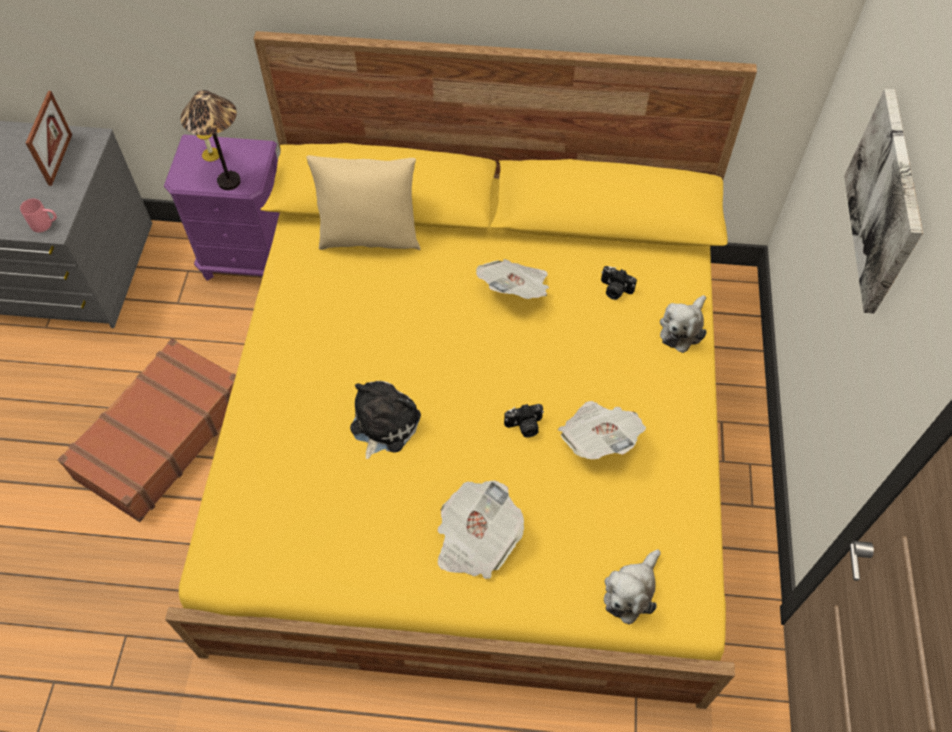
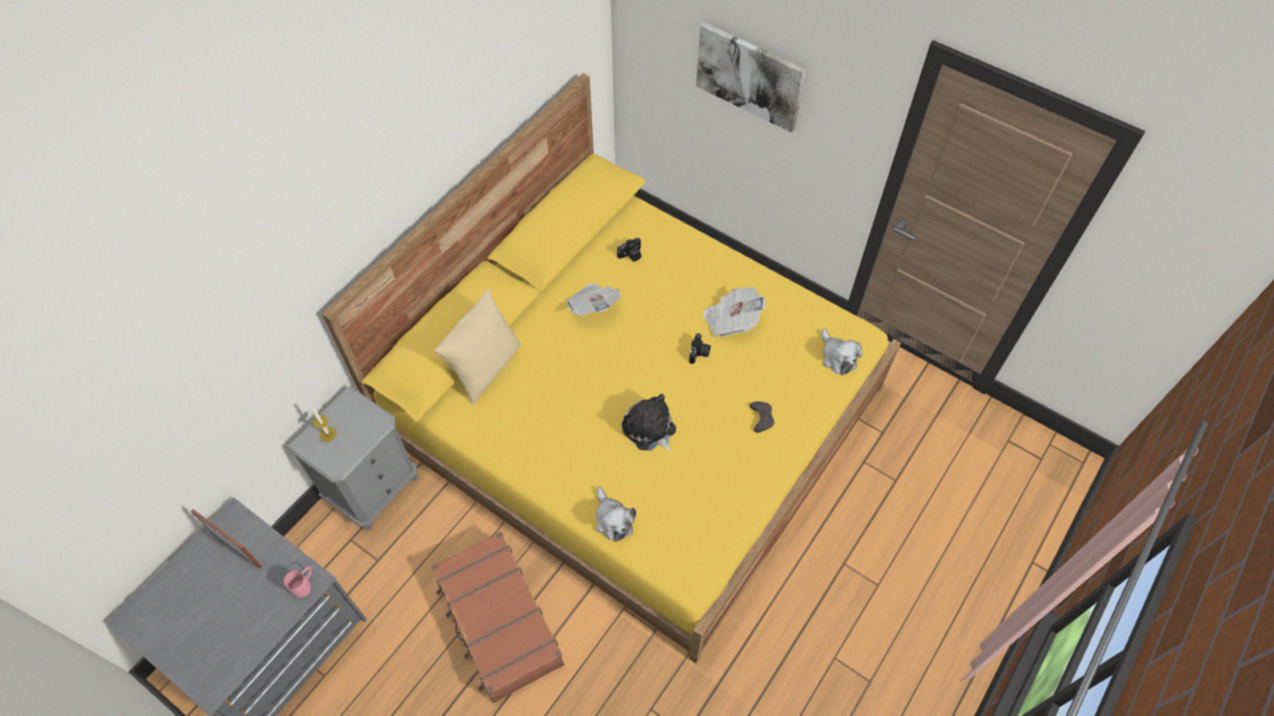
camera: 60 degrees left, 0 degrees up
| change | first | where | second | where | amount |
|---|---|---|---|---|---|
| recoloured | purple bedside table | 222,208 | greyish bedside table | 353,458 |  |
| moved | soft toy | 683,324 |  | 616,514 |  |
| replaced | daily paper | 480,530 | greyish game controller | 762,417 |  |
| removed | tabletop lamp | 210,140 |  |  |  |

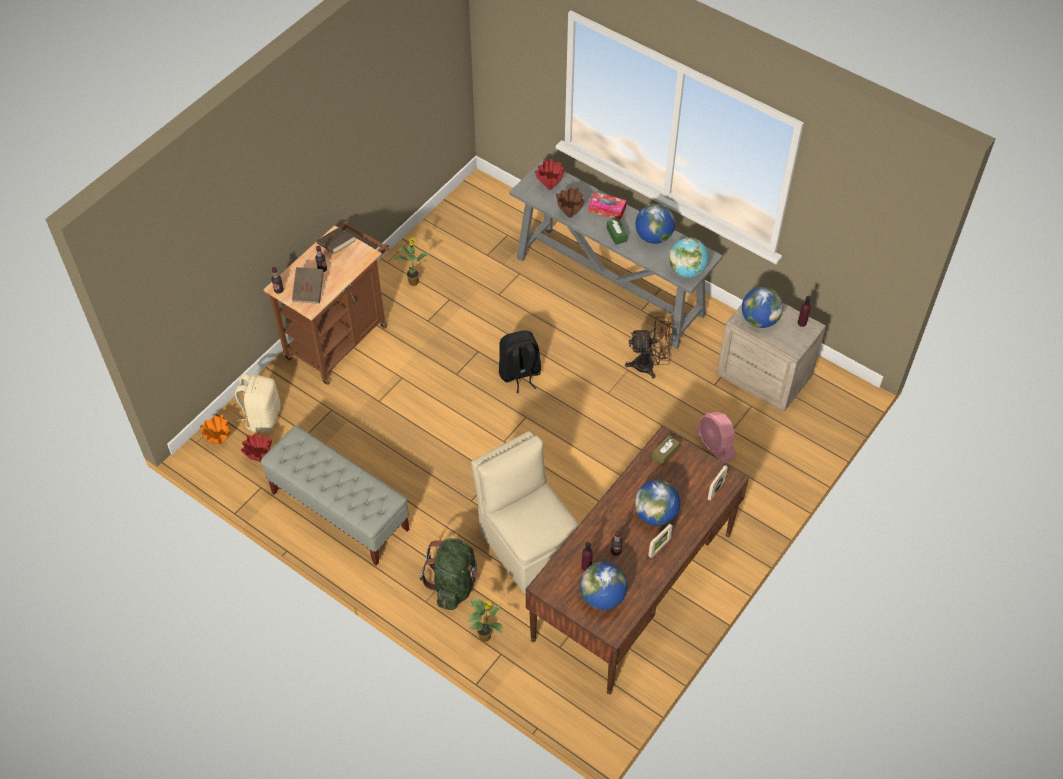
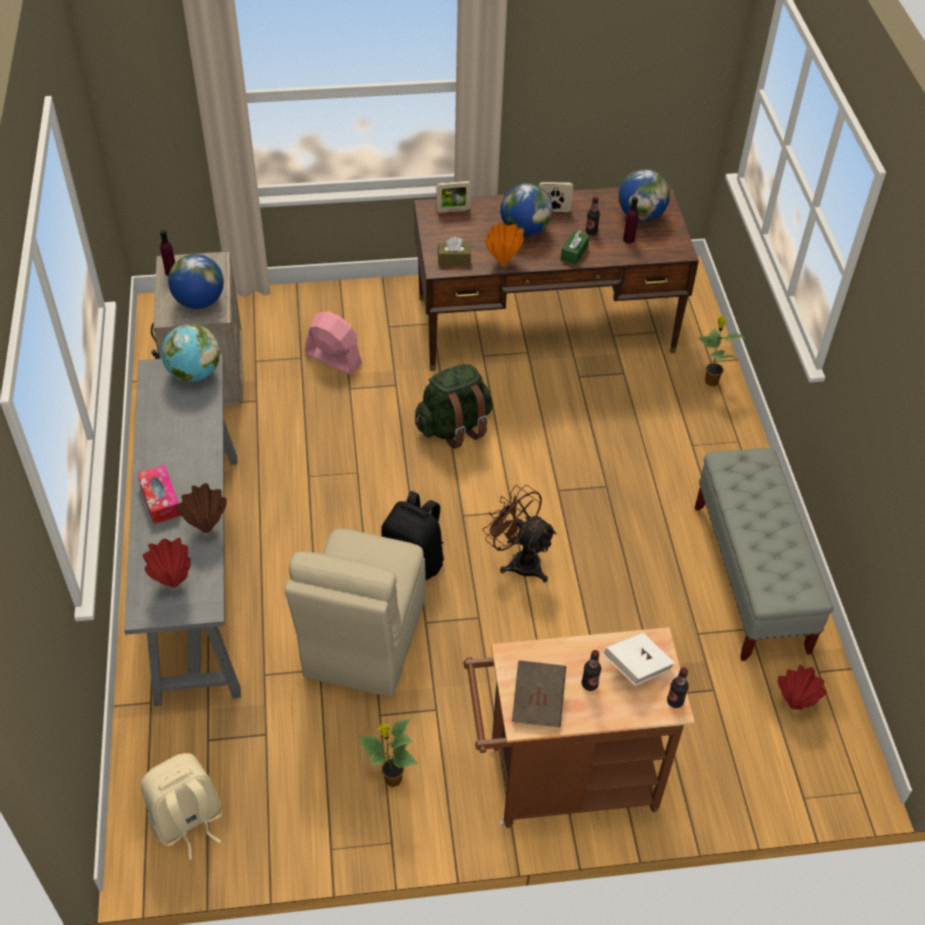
camera: 135 degrees left, 5 degrees down
| change | first | where | second | where | amount |
|---|---|---|---|---|---|
| moved | sand-coloured backpack | 257,403 |  | 181,806 |  |
| moved | sand-coloured chair | 525,512 |  | 355,612 |  |
| turned | pink cooling fan | 715,438 |  | 333,342 | 75 degrees counterclockwise |
| moved | green backpack | 450,574 |  | 454,406 |  |
| moved | brownish cooling fan | 648,348 |  | 519,533 |  |
| moved | orangey vase | 215,430 |  | 504,243 |  |
| moved | green tissue holder | 617,231 |  | 575,247 |  |
| recoloured | brownish bound book | 308,285 | white-coloured bound book | 639,659 |  |
| removed | desk globe | 655,224 |  |  |  |

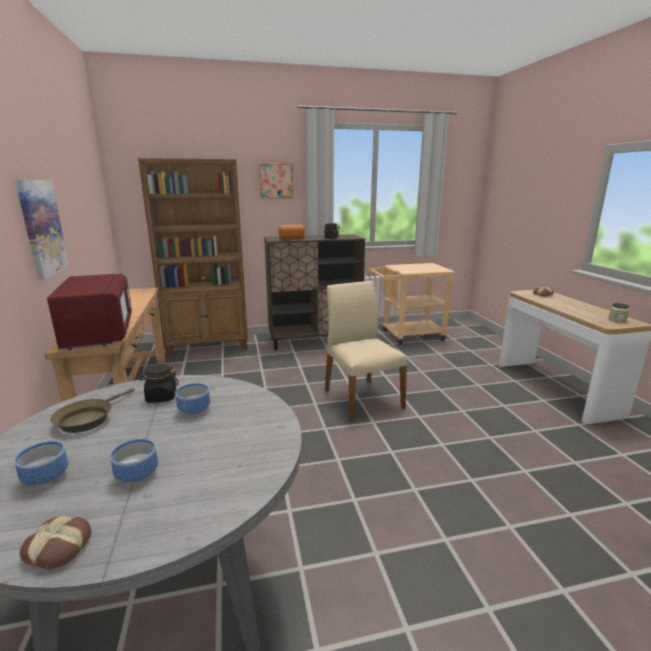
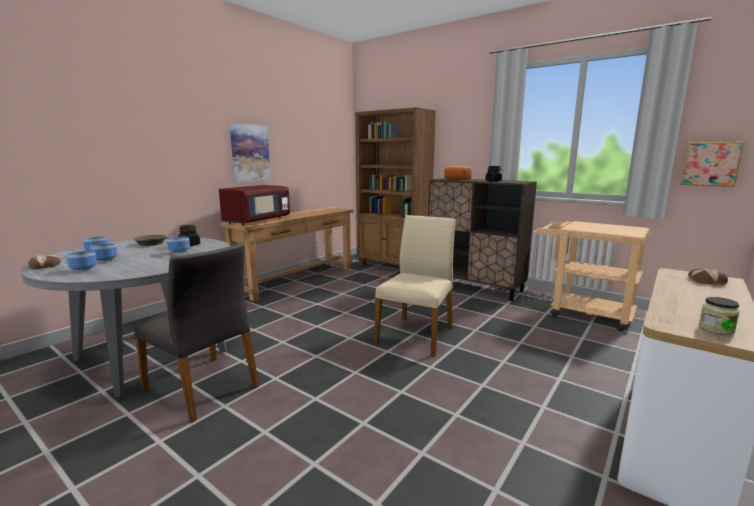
camera: 50 degrees right, 5 degrees down
| change | first | where | second | where | amount |
|---|---|---|---|---|---|
| added |  |  | bowl | 81,261 |  |
| added |  |  | greyish chair | 196,333 |  |
| moved | picture | 276,180 |  | 712,164 |  |

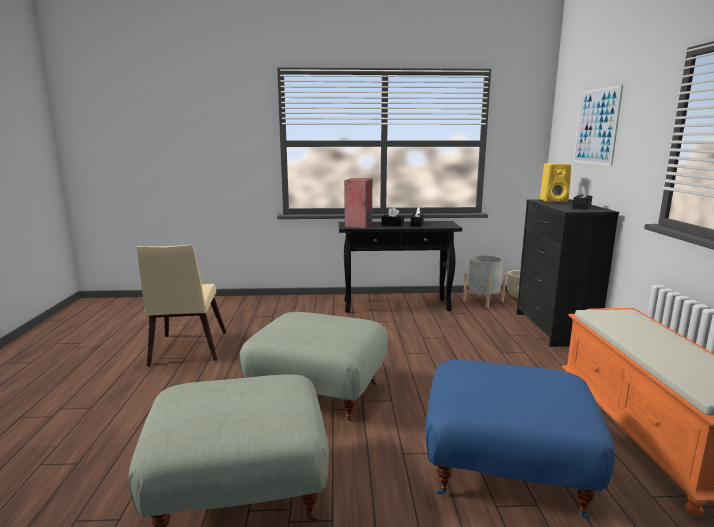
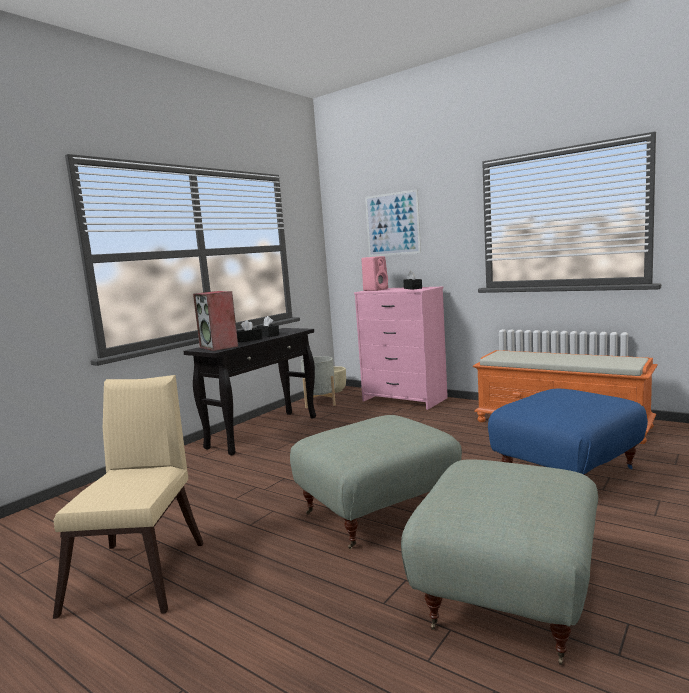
camera: 50 degrees left, 5 degrees down
| change | first | where | second | where | amount |
|---|---|---|---|---|---|
| turned | sand-coloured chair | 181,305 |  | 128,497 | 120 degrees counterclockwise |
| recoloured | black chest of drawers | 567,273 | pink chest of drawers | 401,348 |  |
| recoloured | yellowish speaker | 555,182 | pink speaker | 374,273 |  |

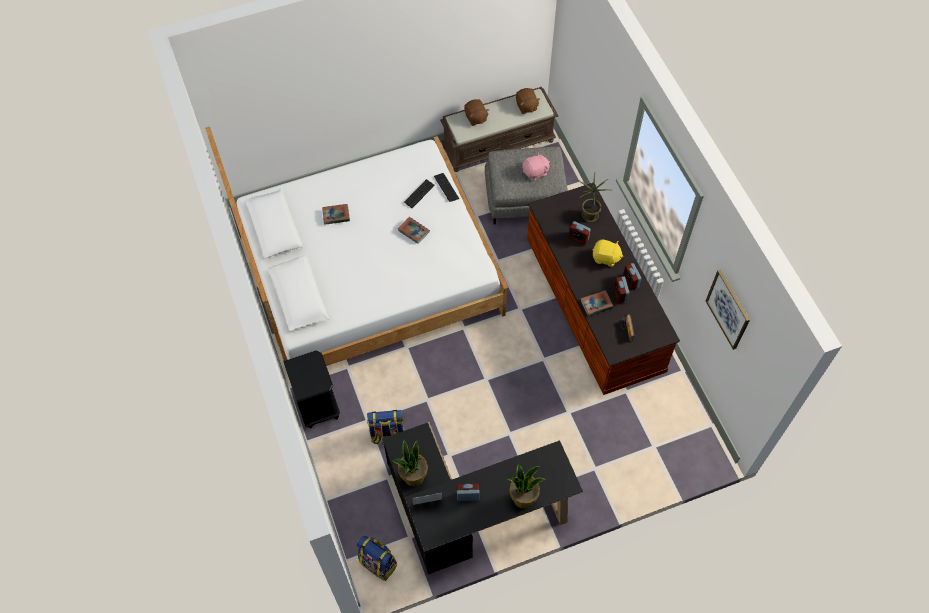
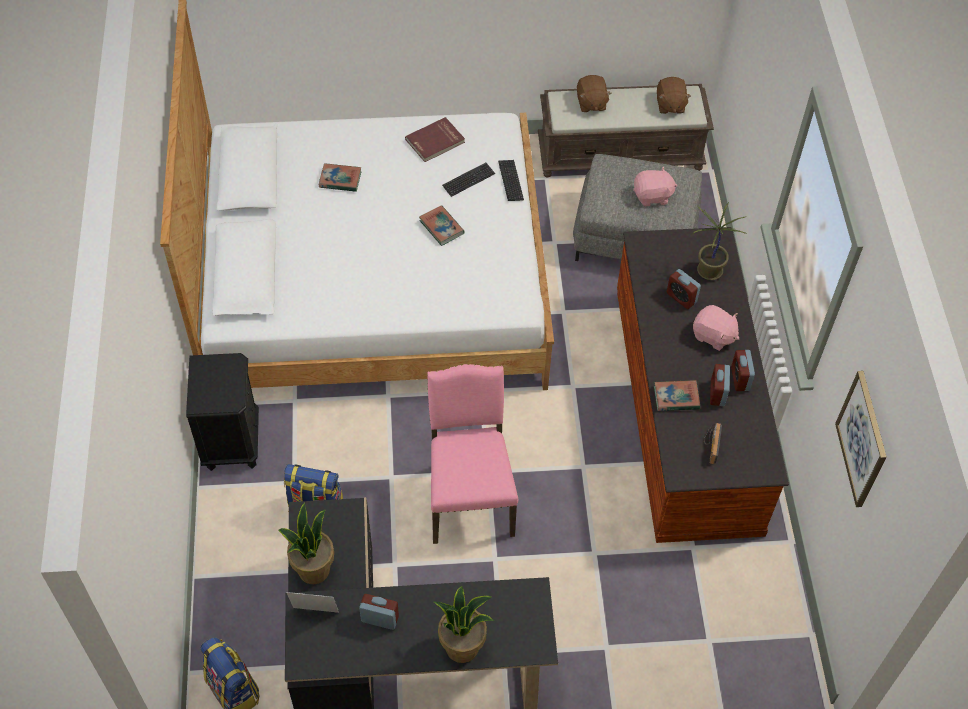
camera: 15 degrees right, 5 degrees down
| change | first | where | second | where | amount |
|---|---|---|---|---|---|
| added |  |  | red bound book | 435,139 |  |
| added |  |  | pink chair | 472,454 |  |
| recoloured | yellowish soft toy | 607,253 | pink soft toy | 716,328 |  |

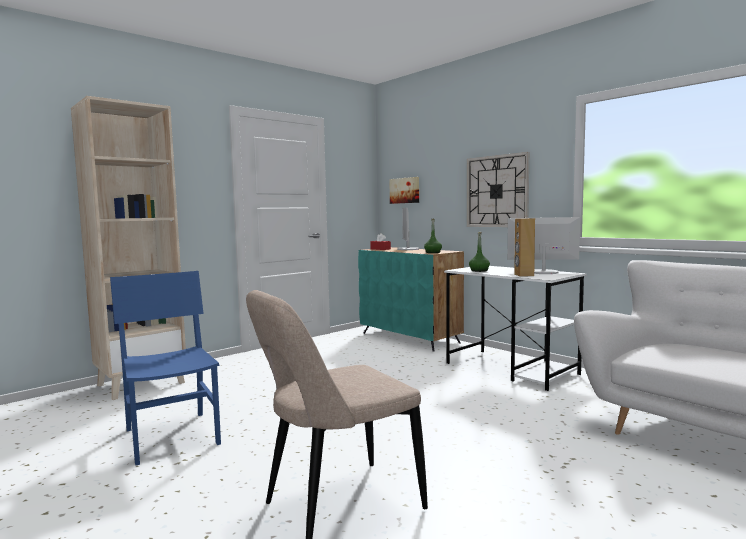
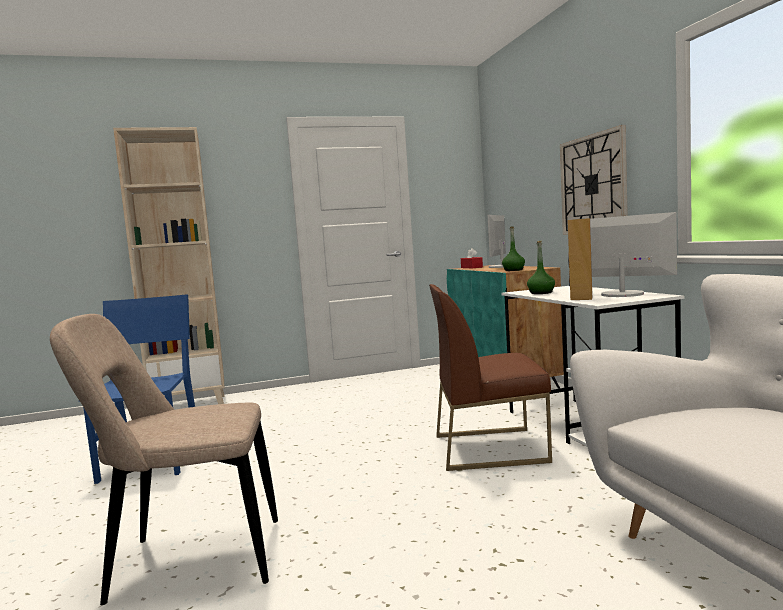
camera: 25 degrees right, 0 degrees up
| change | first | where | second | where | amount |
|---|---|---|---|---|---|
| added |  |  | brownish chair | 490,377 |  |
| removed | picture | 404,190 |  |  |  |

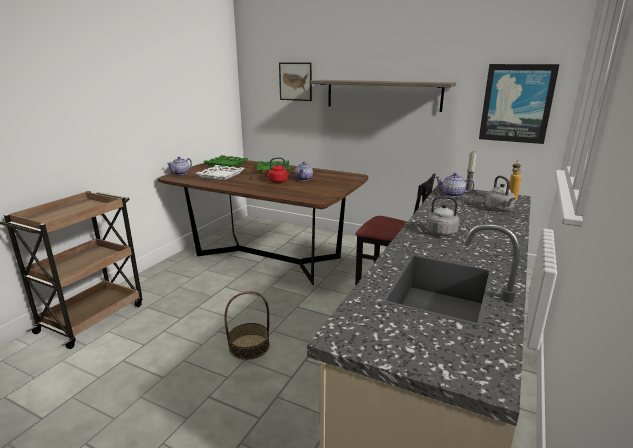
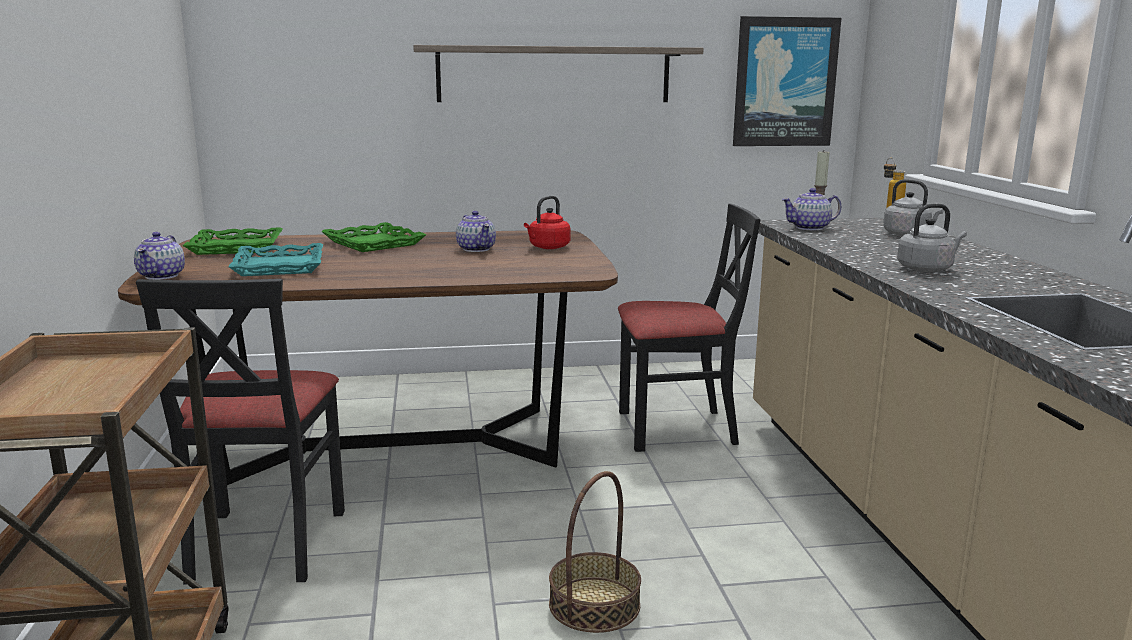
camera: 35 degrees left, 5 degrees down
| change | first | where | second | where | amount |
|---|---|---|---|---|---|
| added |  |  | black chair | 240,431 |  |
| recoloured | white-coloured serving tray | 220,172 | turquoise serving tray | 275,259 |  |
| moved | red water kettle | 275,170 |  | 547,222 |  |
| removed | picture | 295,82 |  |  |  |

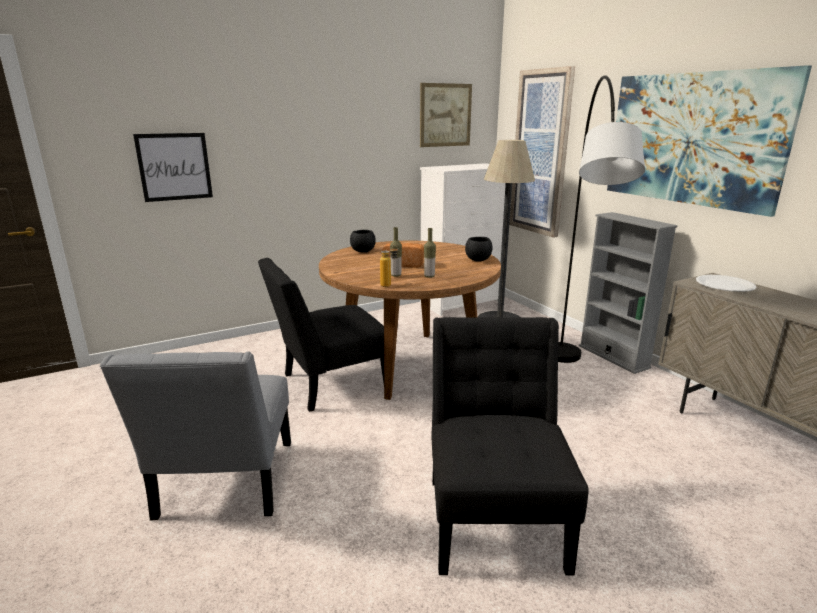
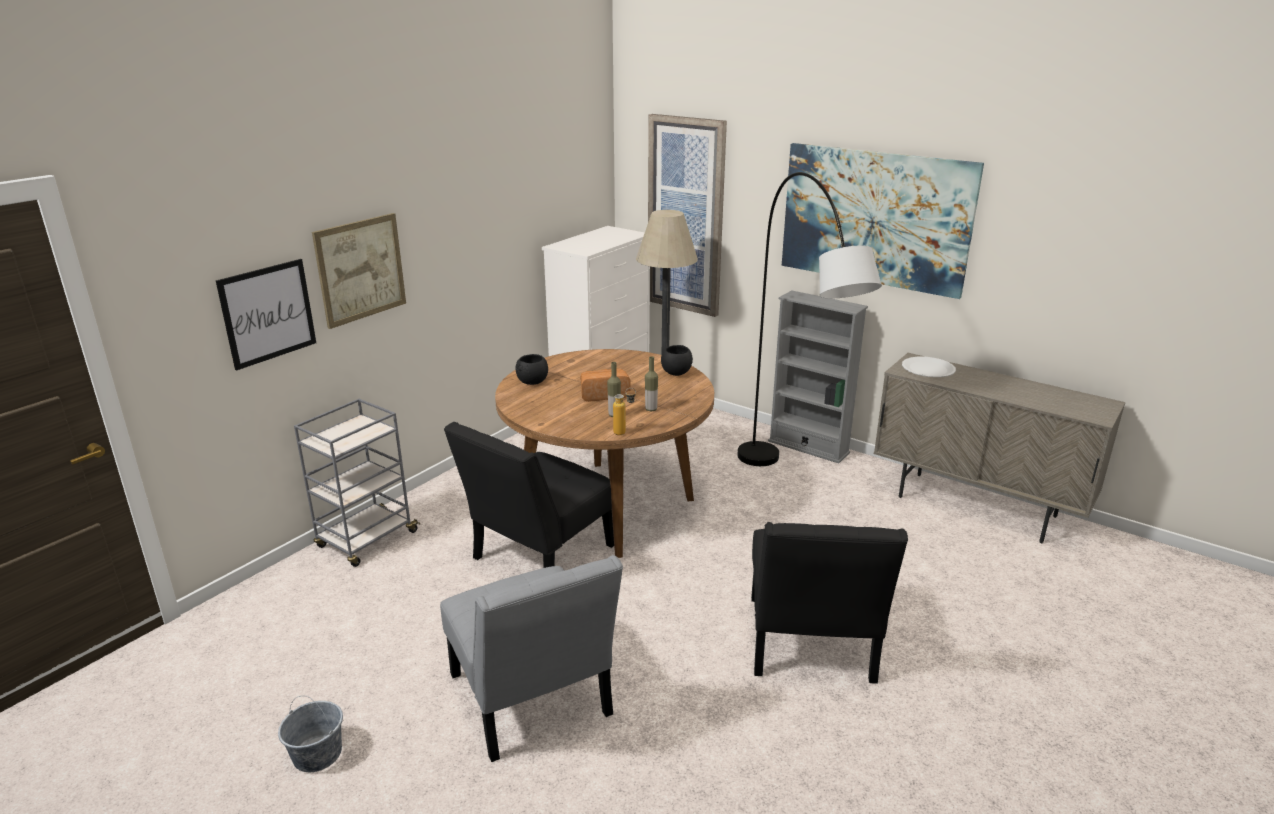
camera: 25 degrees left, 5 degrees up
| change | first | where | second | where | amount |
|---|---|---|---|---|---|
| added |  |  | greyish pail | 310,734 |  |
| added |  |  | greyish trolley | 357,483 |  |
| moved | picture | 446,115 |  | 359,271 |  |
| turned | black chair | 510,446 |  | 829,603 | 150 degrees counterclockwise |

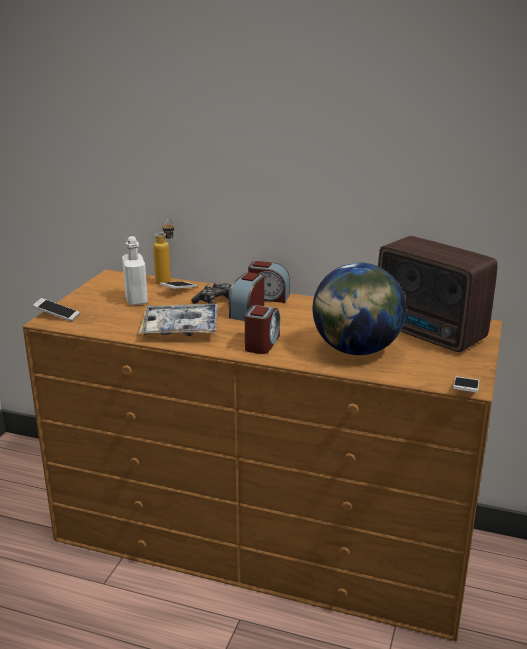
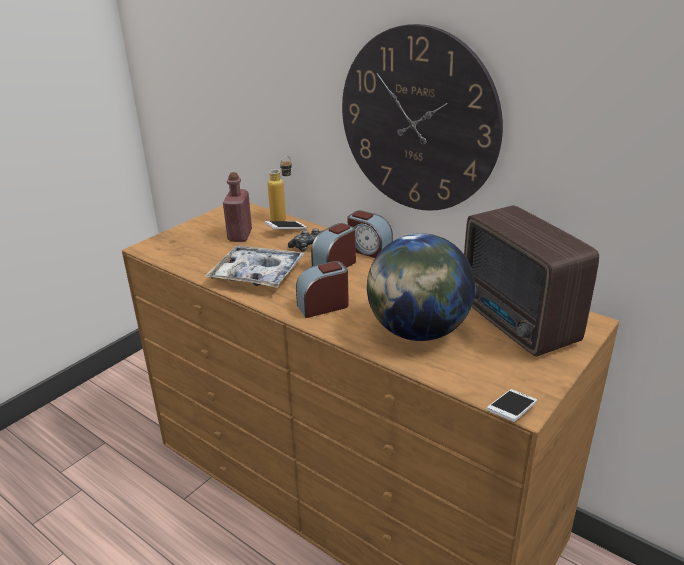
camera: 20 degrees right, 5 degrees up
| change | first | where | second | where | amount |
|---|---|---|---|---|---|
| recoloured | white-coloured bottle | 135,270 | red bottle | 237,207 |  |
| turned | table clock | 262,329 |  | 322,289 | 150 degrees counterclockwise |
| added |  |  | wall clock | 422,117 |  |
| removed | telephone | 56,309 |  |  |  |

